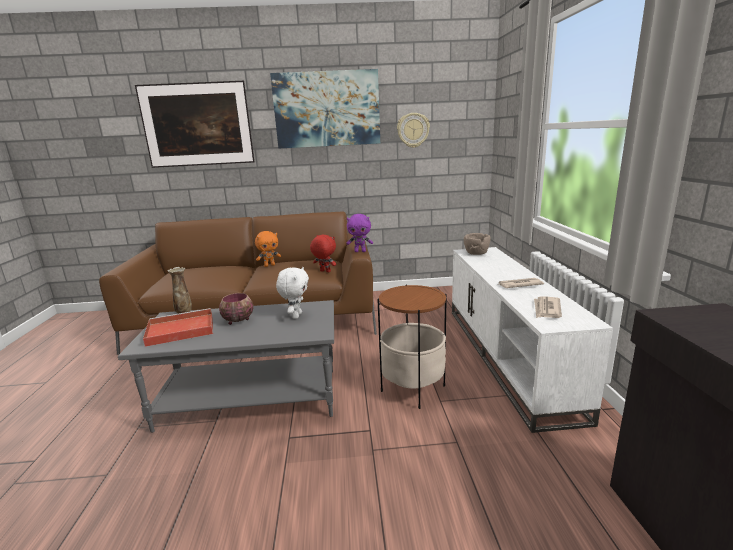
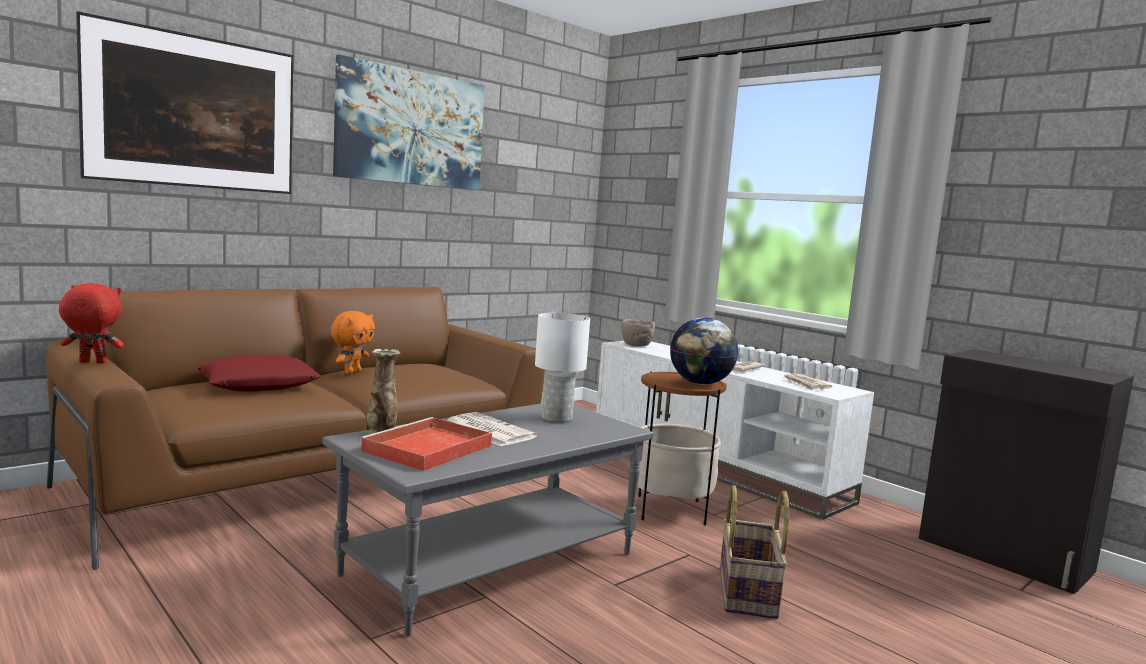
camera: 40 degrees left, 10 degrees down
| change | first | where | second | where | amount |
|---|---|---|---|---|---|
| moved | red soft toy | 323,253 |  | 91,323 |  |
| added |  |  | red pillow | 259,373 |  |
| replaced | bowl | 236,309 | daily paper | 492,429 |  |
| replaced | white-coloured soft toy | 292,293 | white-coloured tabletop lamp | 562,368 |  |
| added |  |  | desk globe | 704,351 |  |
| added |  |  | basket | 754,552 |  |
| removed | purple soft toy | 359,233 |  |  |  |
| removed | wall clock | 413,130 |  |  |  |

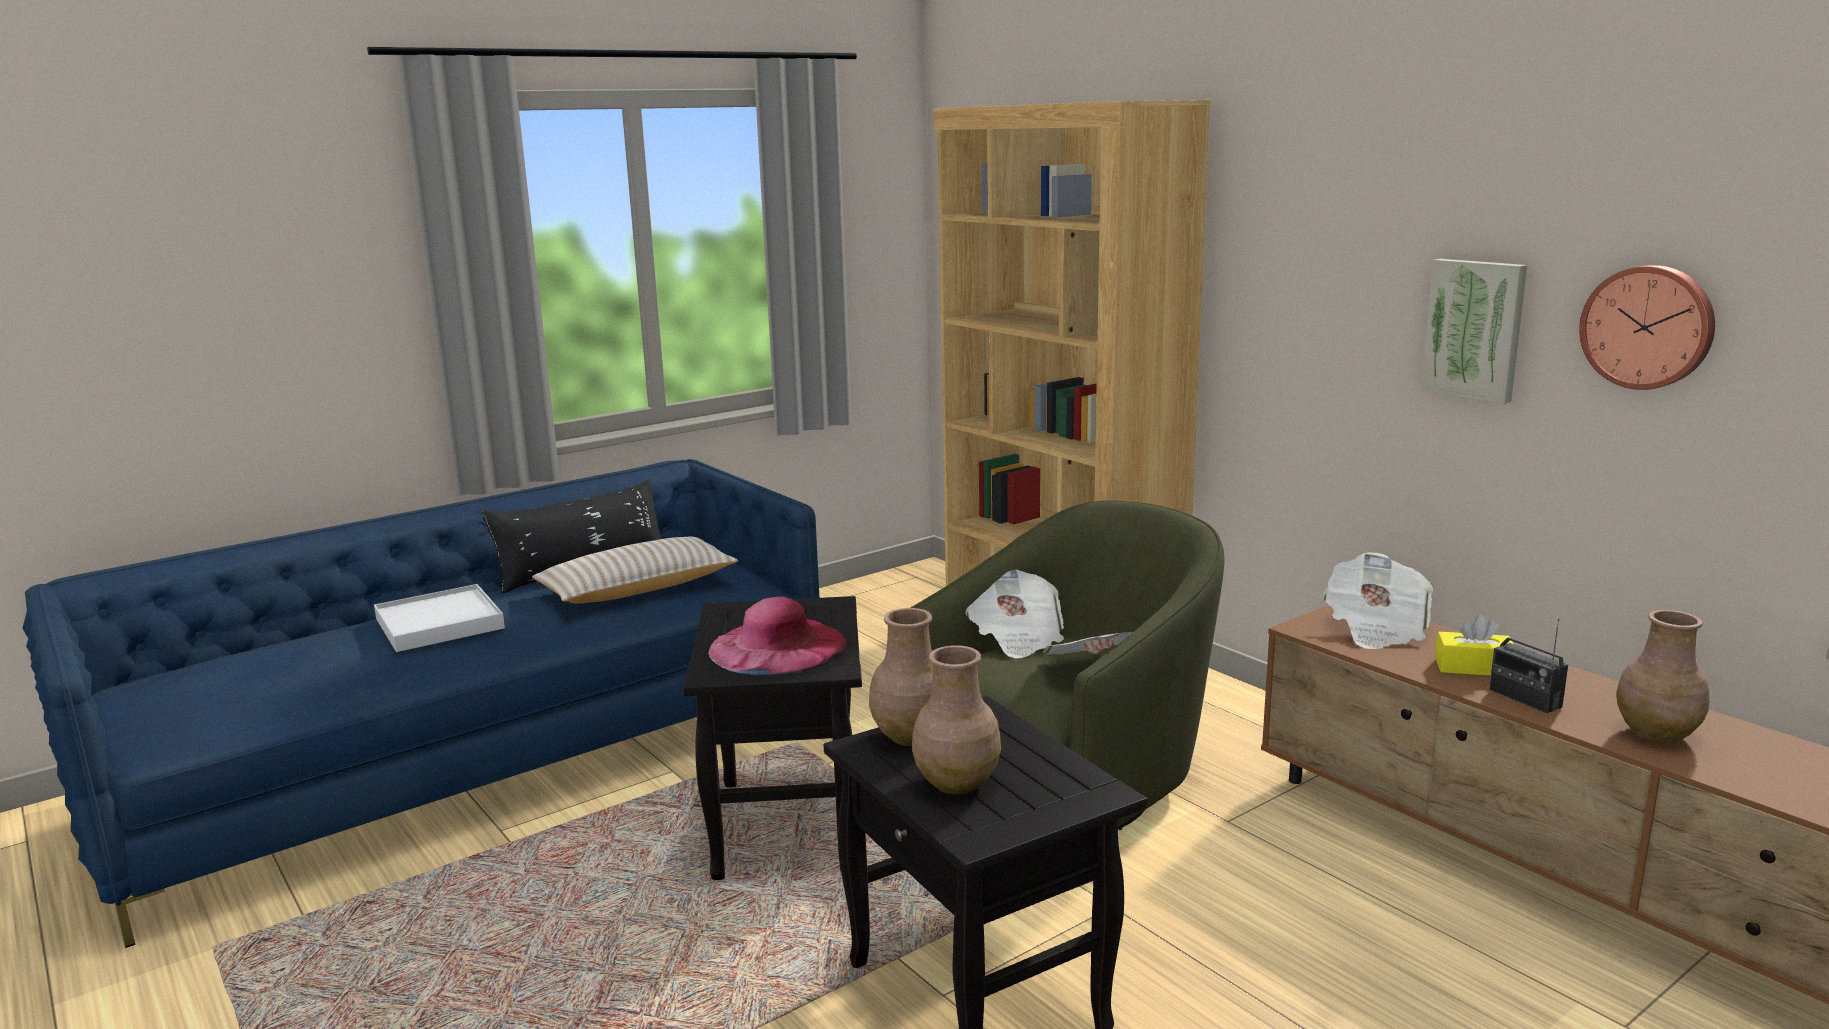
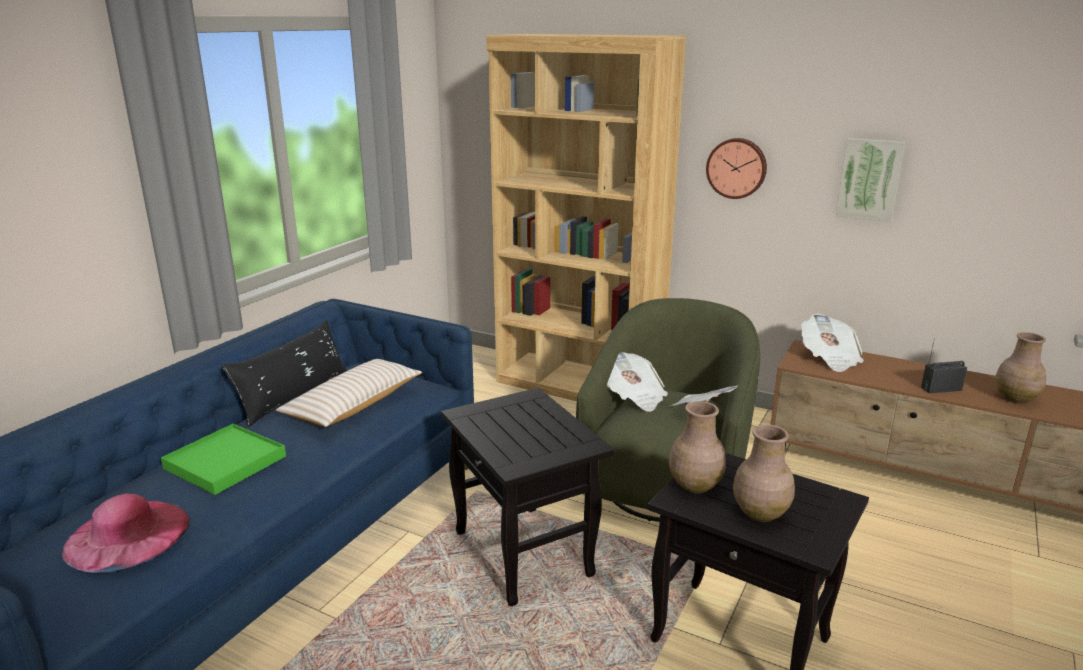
camera: 25 degrees left, 5 degrees up
| change | first | where | second | where | amount |
|---|---|---|---|---|---|
| moved | pink hat | 777,636 |  | 126,533 |  |
| recoloured | white-coloured serving tray | 439,618 | green serving tray | 223,459 |  |
| moved | wall clock | 1647,327 |  | 736,168 |  |
| turned | radio | 1528,665 |  | 944,365 | 135 degrees clockwise |
| removed | yellowish tissue holder | 1474,645 |  |  |  |

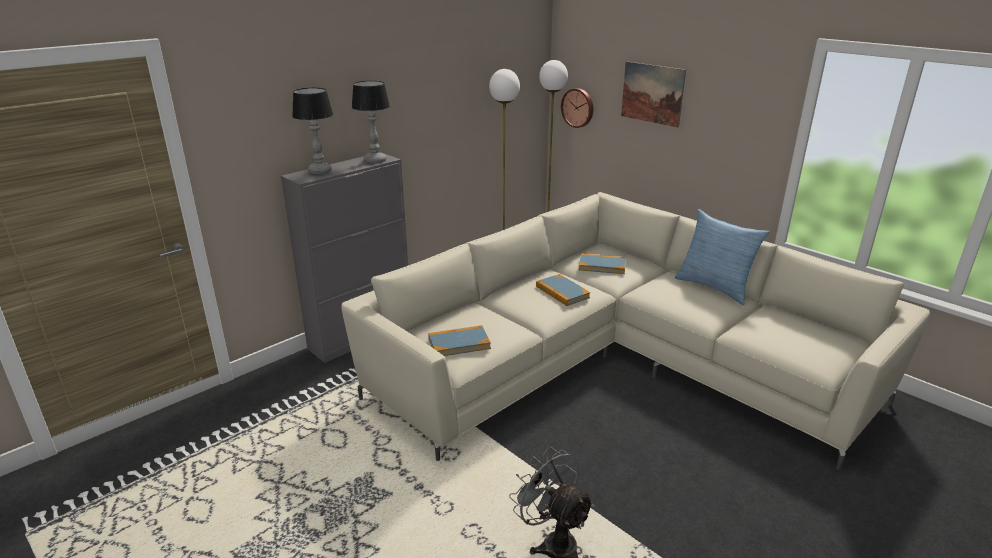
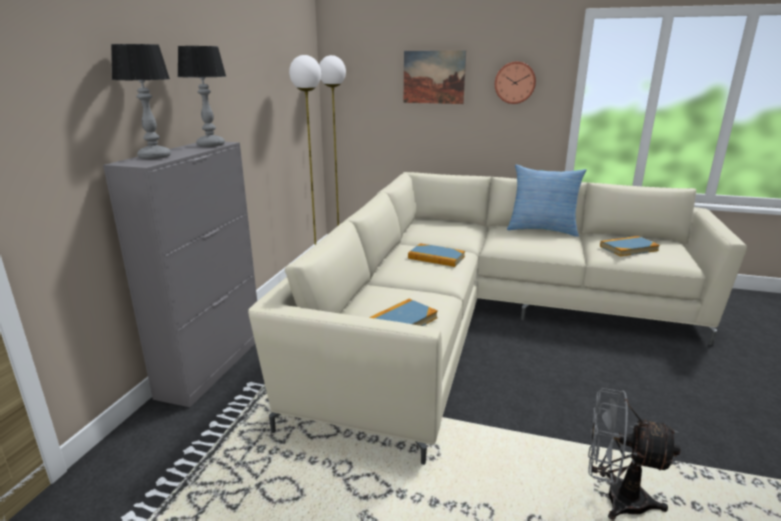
camera: 30 degrees left, 5 degrees down
| change | first | where | second | where | amount |
|---|---|---|---|---|---|
| moved | wall clock | 577,108 |  | 515,83 |  |
| moved | bound book | 602,263 |  | 630,246 |  |

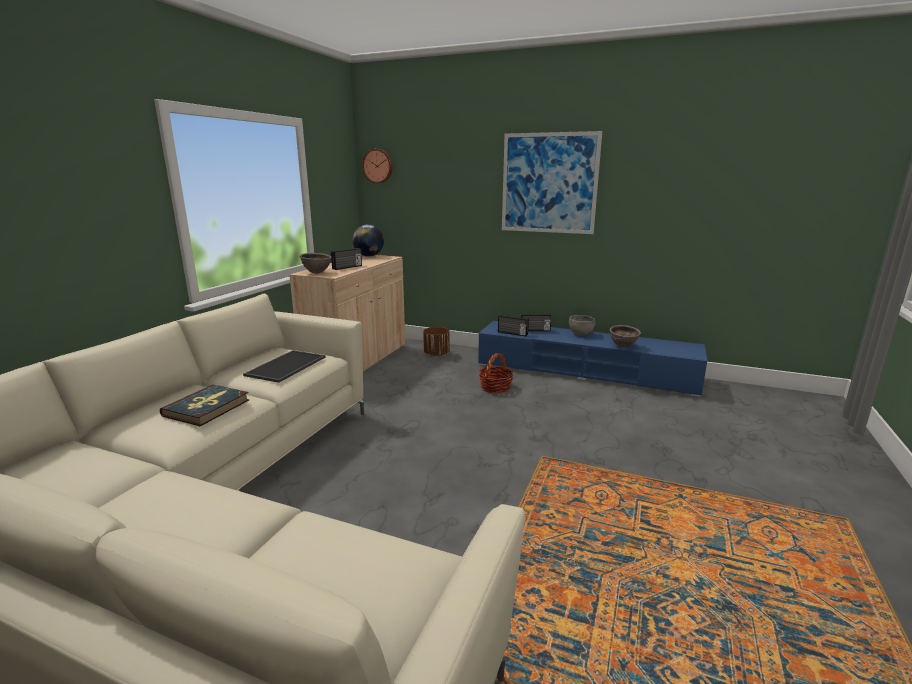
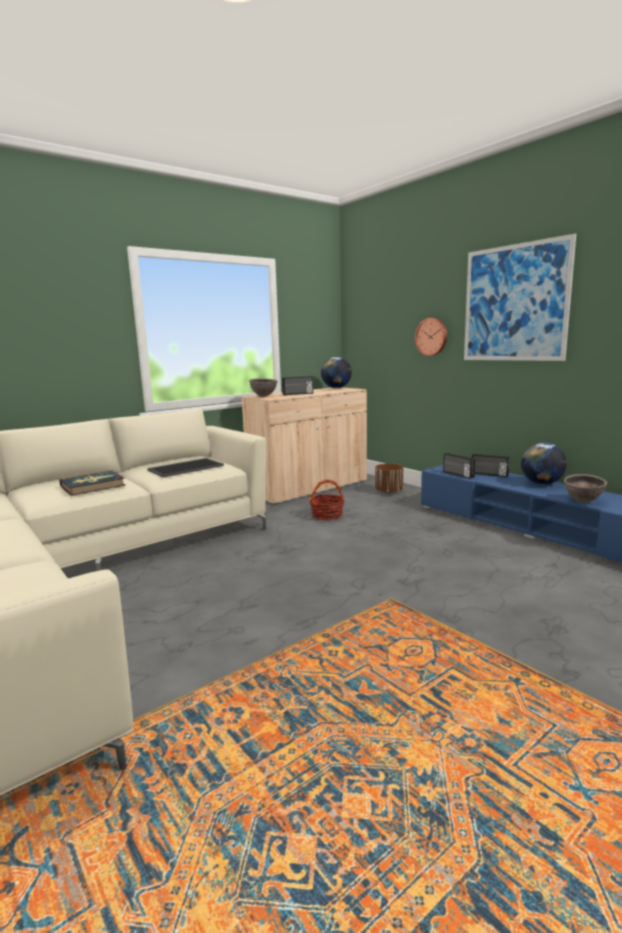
camera: 30 degrees right, 5 degrees down
| change | first | where | second | where | amount |
|---|---|---|---|---|---|
| moved | basket | 496,373 |  | 327,499 |  |
| moved | wall clock | 377,166 |  | 431,337 |  |
| replaced | greyish bowl | 582,325 | desk globe | 544,463 |  |

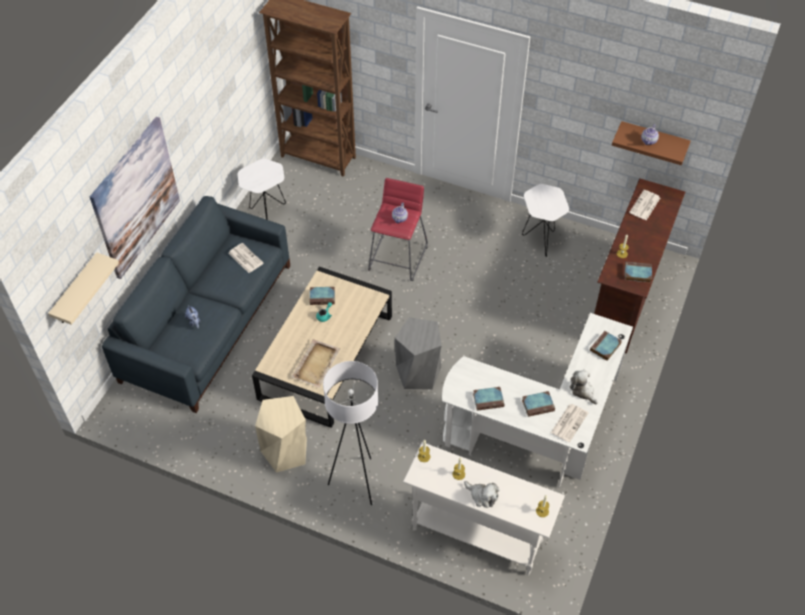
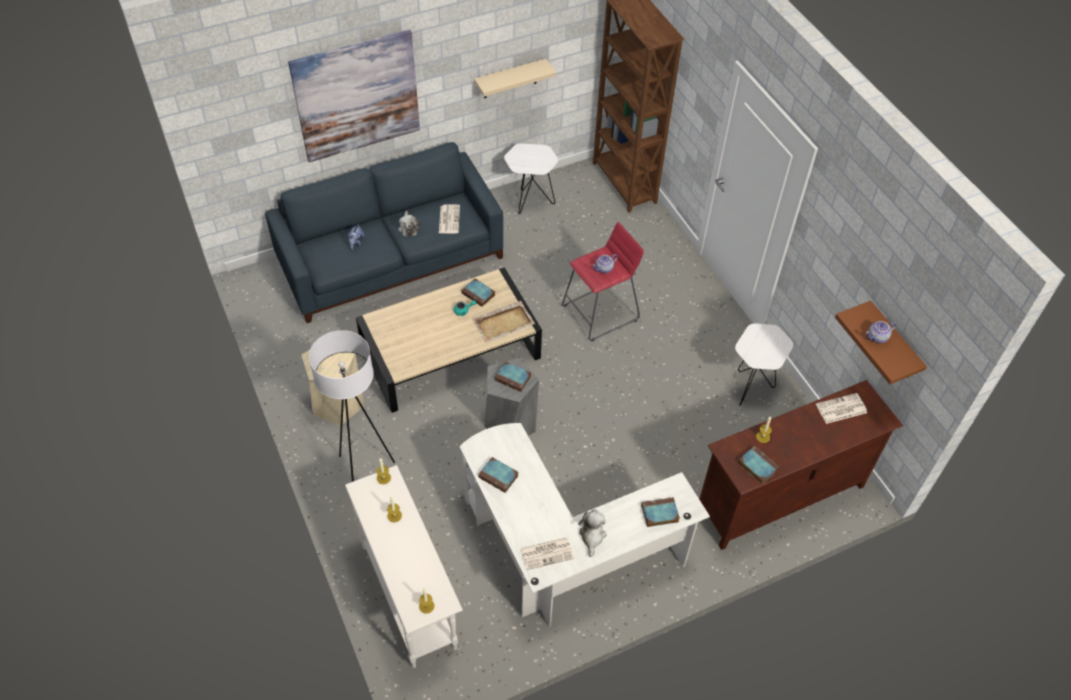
camera: 40 degrees right, 0 degrees up
| change | first | where | second | where | amount |
|---|---|---|---|---|---|
| moved | soft toy | 481,494 |  | 409,224 |  |
| moved | sand-coloured serving tray | 316,363 |  | 504,322 |  |
| moved | sand-coloured bracket shelf | 83,288 |  | 515,78 |  |
| moved | bound book | 538,404 |  | 513,376 |  |

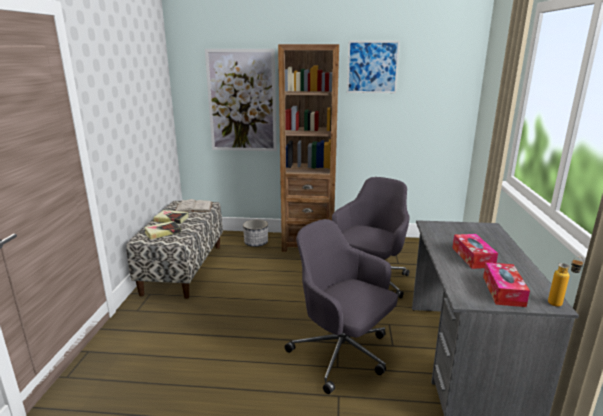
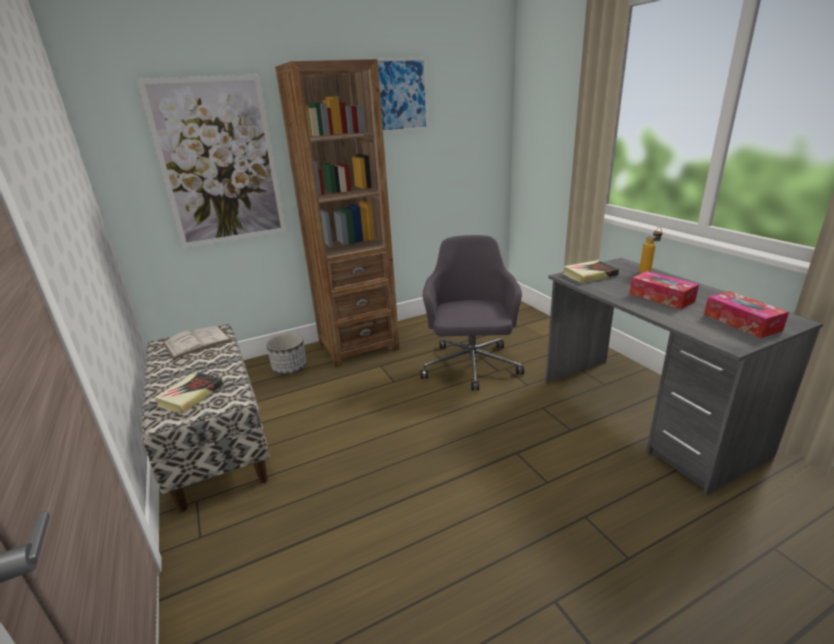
camera: 30 degrees left, 5 degrees up
| change | first | where | second | where | amount |
|---|---|---|---|---|---|
| moved | bound book | 171,217 |  | 591,271 |  |
| moved | bottle | 566,282 |  | 651,250 |  |
| removed | greyish office chair | 341,306 |  |  |  |

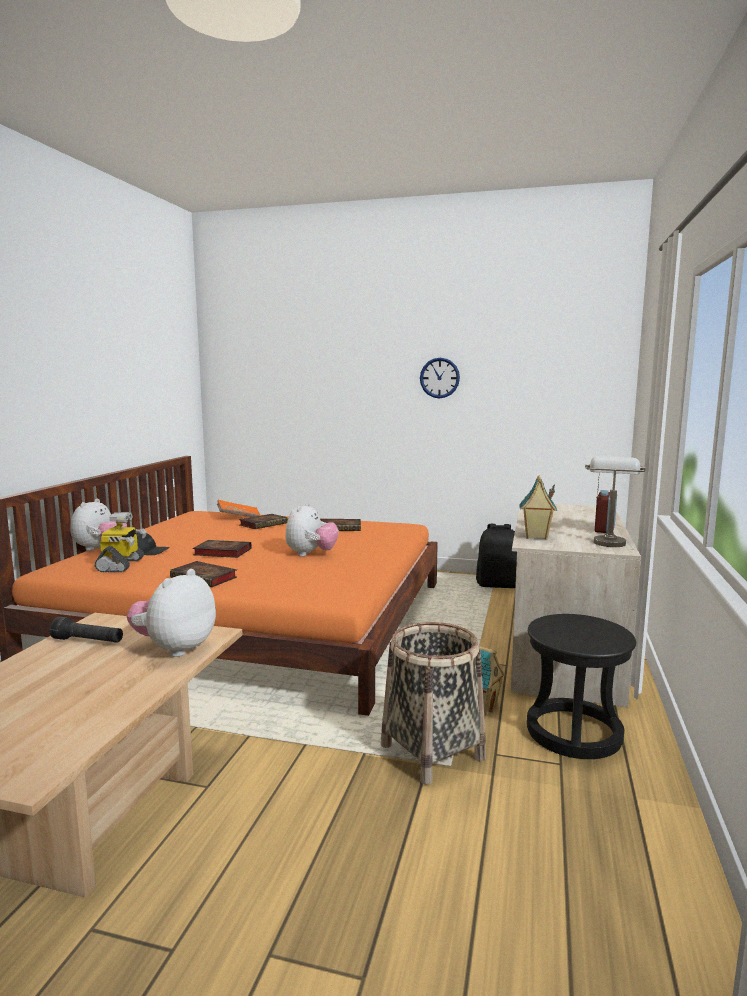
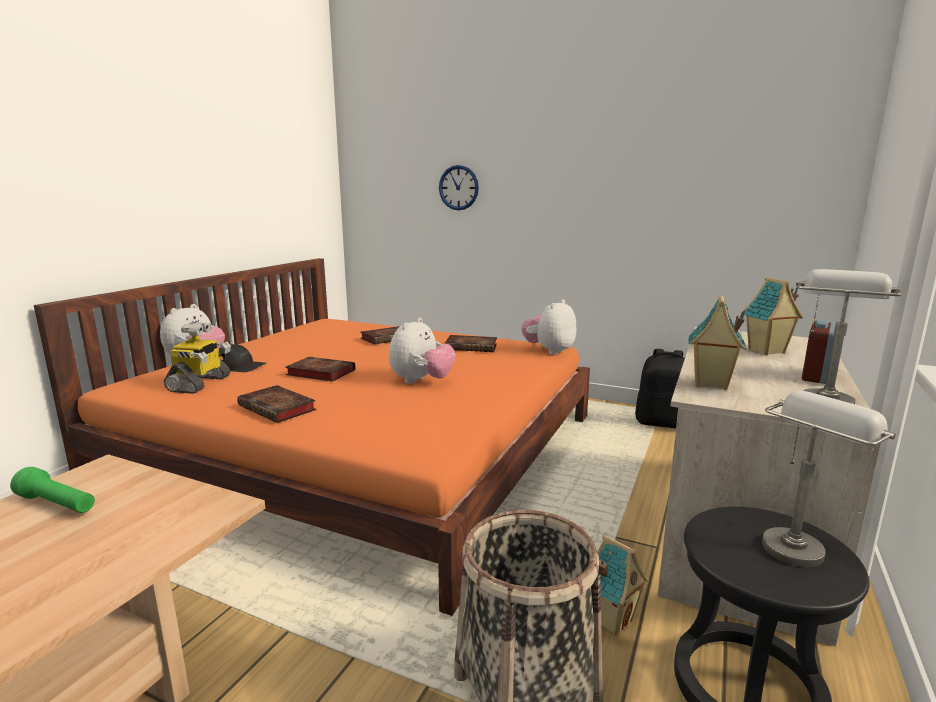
camera: 10 degrees right, 5 degrees up
| change | first | where | second | where | amount |
|---|---|---|---|---|---|
| recoloured | black flashlight | 86,630 | green flashlight | 52,490 |  |
| moved | wall clock | 440,378 |  | 459,187 |  |
| moved | soft toy | 171,613 |  | 548,327 |  |
| added |  |  | miniature house | 773,316 |  |
| added |  |  | greyish tabletop lamp | 829,478 |  |
| removed | orangey bound book | 238,508 |  |  |  |

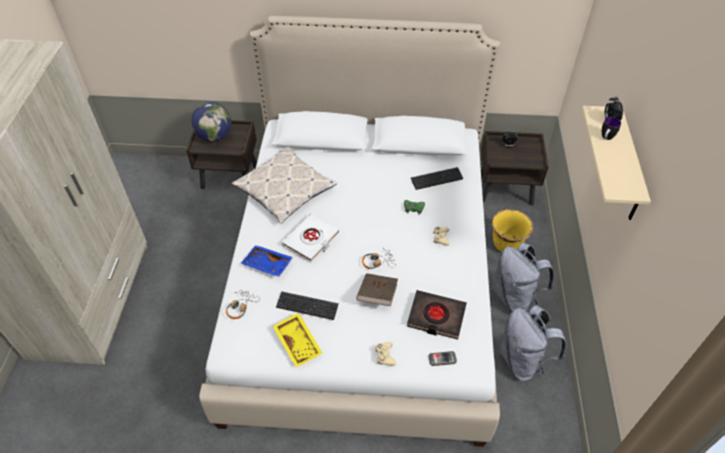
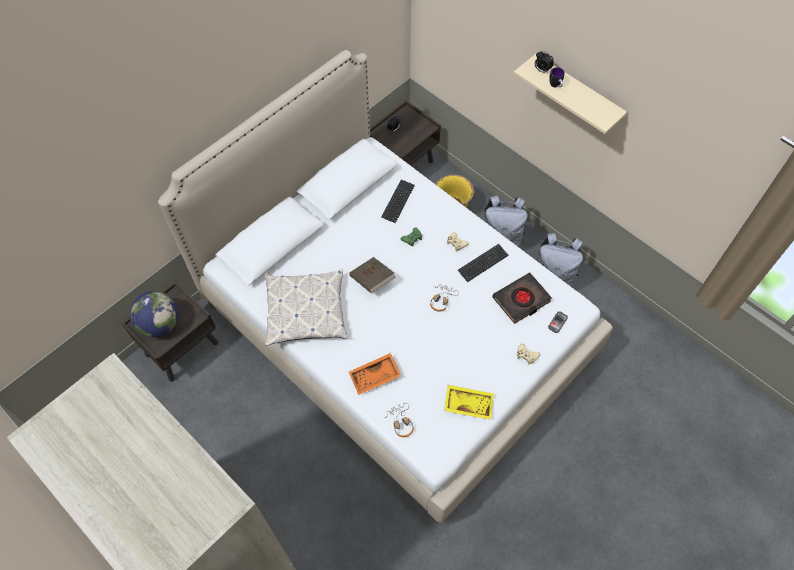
camera: 50 degrees left, 10 degrees up
| change | first | where | second | where | amount |
|---|---|---|---|---|---|
| moved | brownish bound book | 377,289 |  | 372,275 |  |
| recoloured | blue serving tray | 267,261 | orangey serving tray | 375,374 |  |
| moved | PC keyboard | 307,305 |  | 483,263 |  |
| removed | white-coloured bound book | 311,238 |  |  |  |

